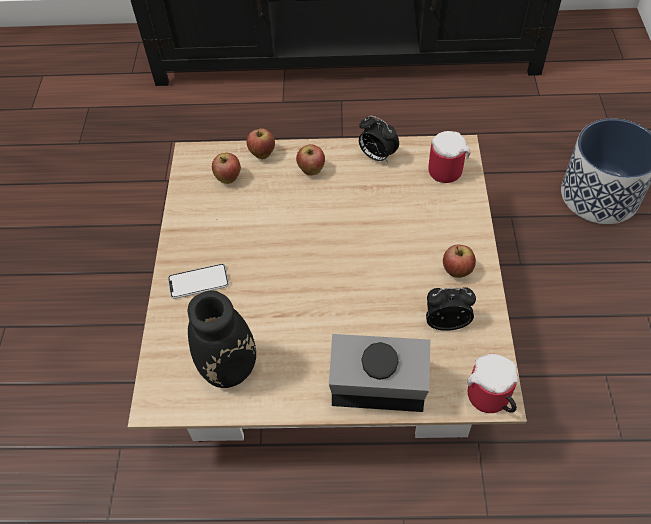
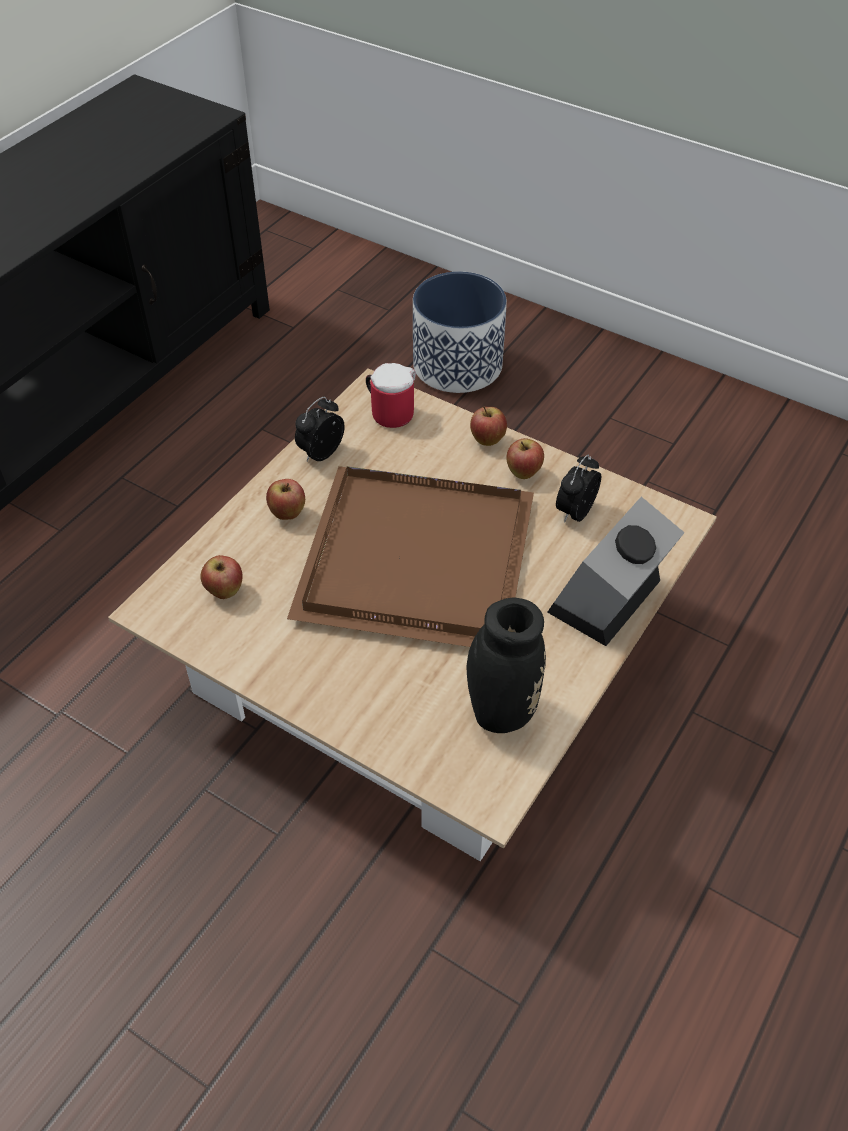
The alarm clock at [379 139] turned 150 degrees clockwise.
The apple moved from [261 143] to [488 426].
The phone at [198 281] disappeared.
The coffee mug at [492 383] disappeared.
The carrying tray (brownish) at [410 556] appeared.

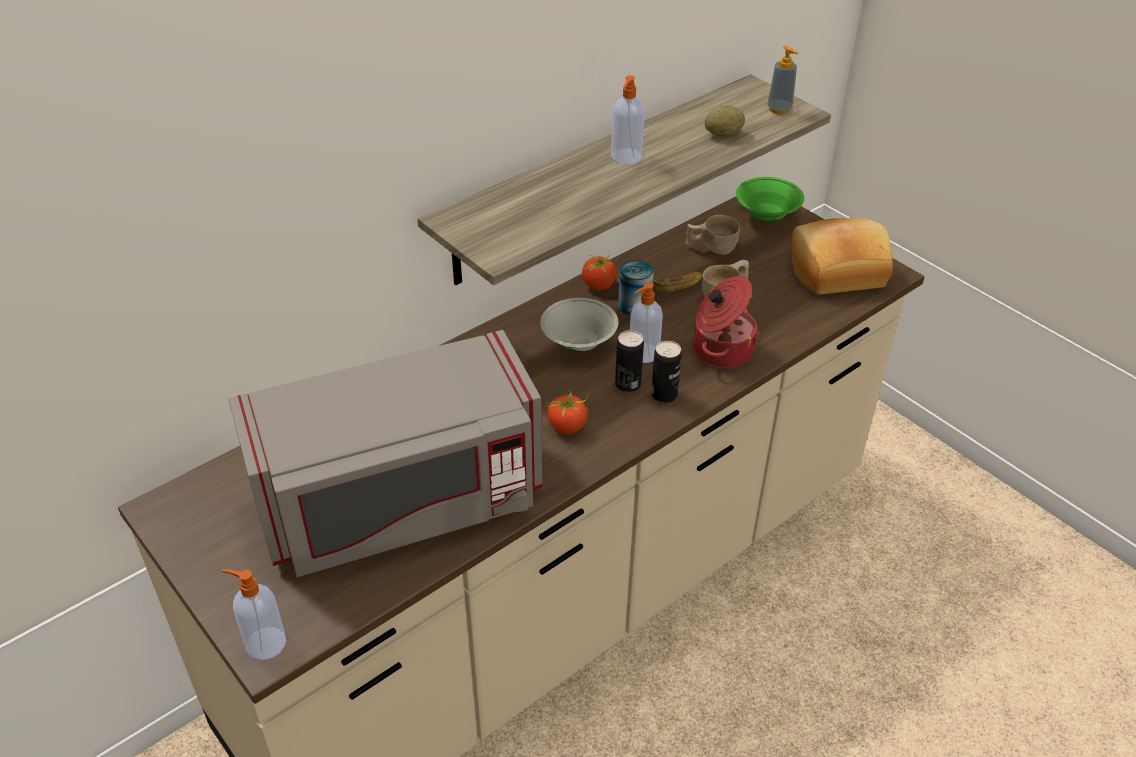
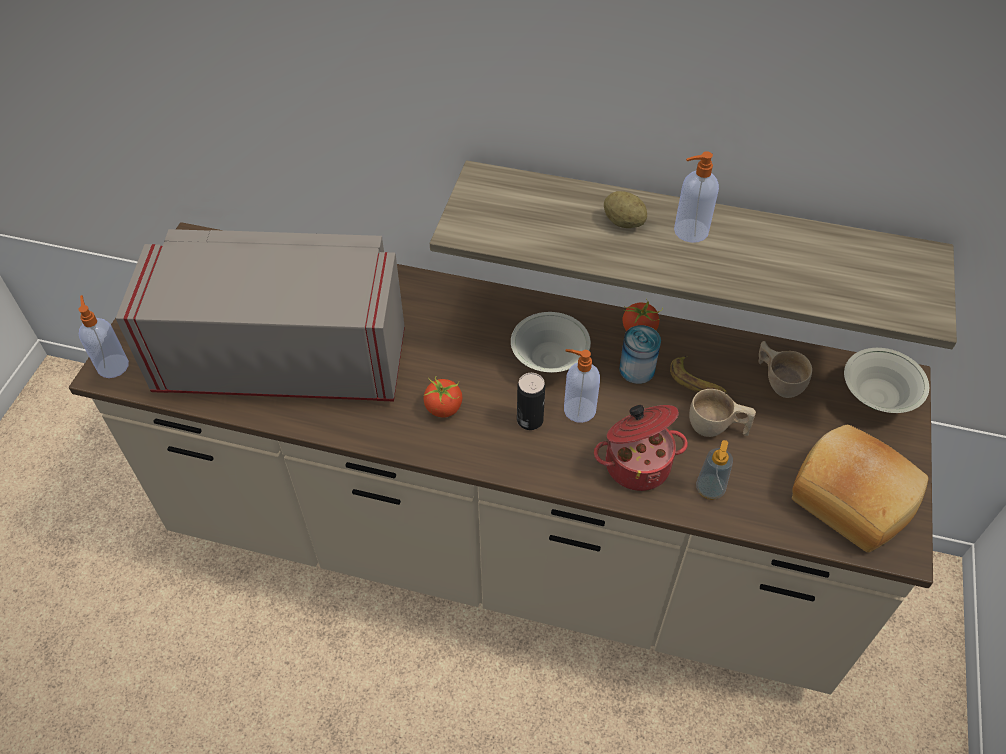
The liquid soap bottle moved from [783 79] to [714 470].
The potato moved from [725 121] to [625 209].
The deep dish (green-coloured) at [770 200] became the deep dish (whitish) at [886 380].
The microwave (gray) at [385 453] turned 150 degrees clockwise.
The metal can at [666 372] disappeared.

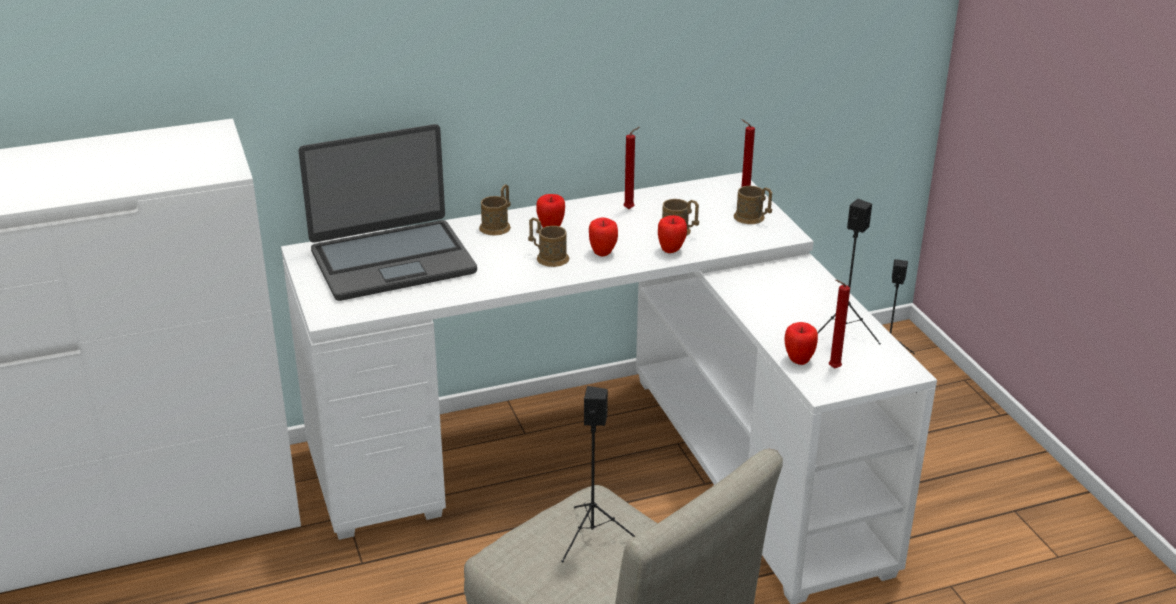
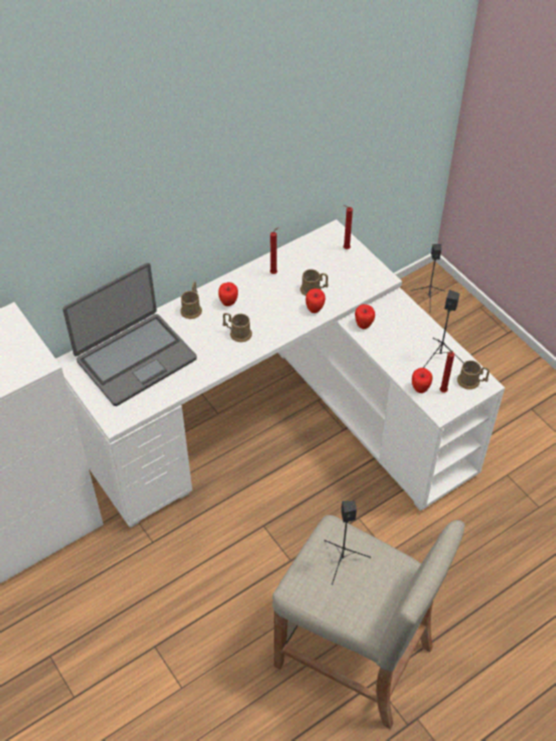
The coffee mug (brownish) moved from [753 205] to [473 375].
The apple moved from [603 236] to [365 316].

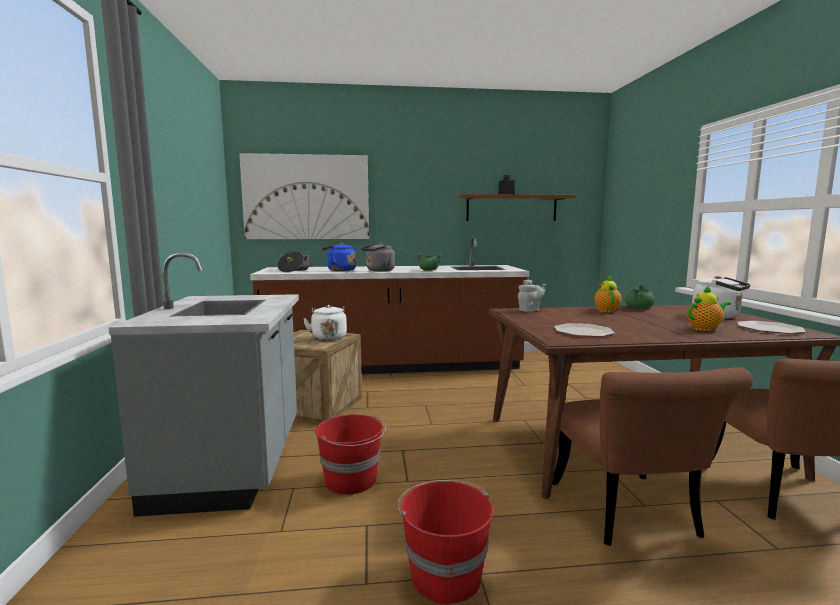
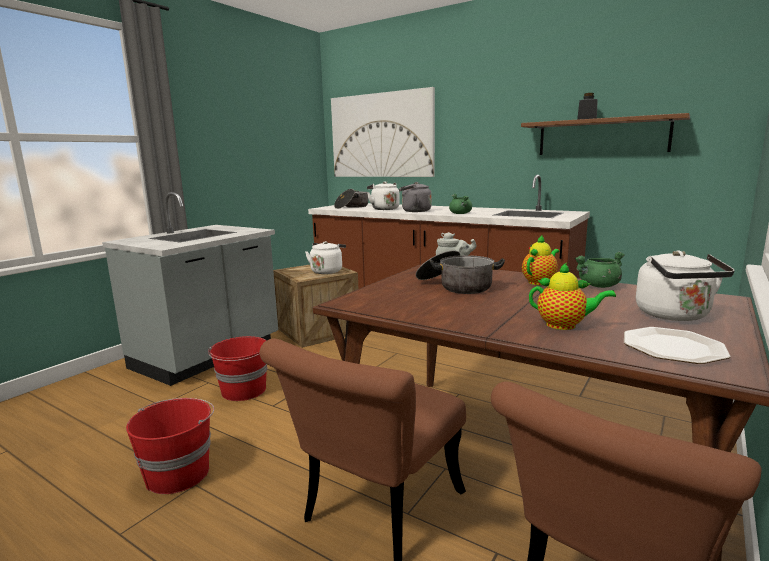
The kettle (blue) at [338 257] became the kettle (whitish) at [383 195].
The plate at [584 330] disappeared.
The saucepot at [460 272] appeared.

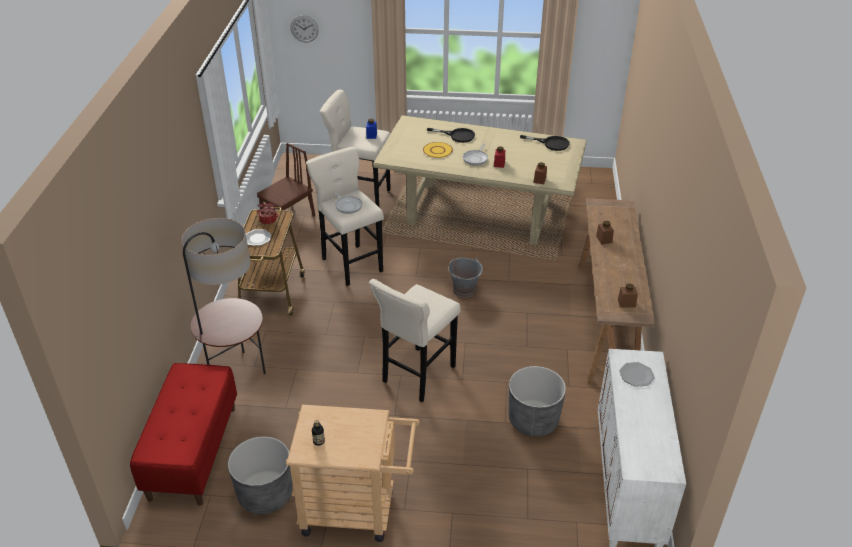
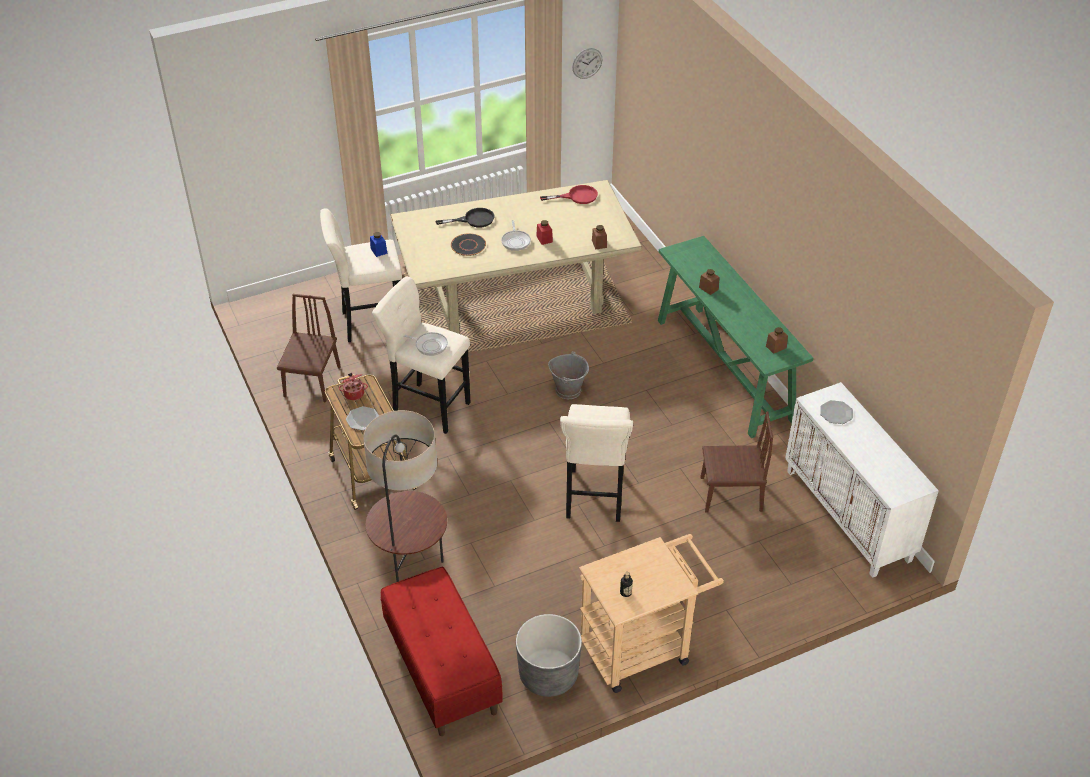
The hanging clock moved from [304 29] to [587 63].
The frying pan (black) at [545 143] became the frying pan (reddish) at [569 194].
The plate (yellow-coloured) at [438 150] became the plate (black) at [468 244].
The hall table (brownish) at [616 291] became the hall table (green-coloured) at [735 337].
The flower pot (gray) at [537 401] was replaced by the chair (brownish) at [736 461].

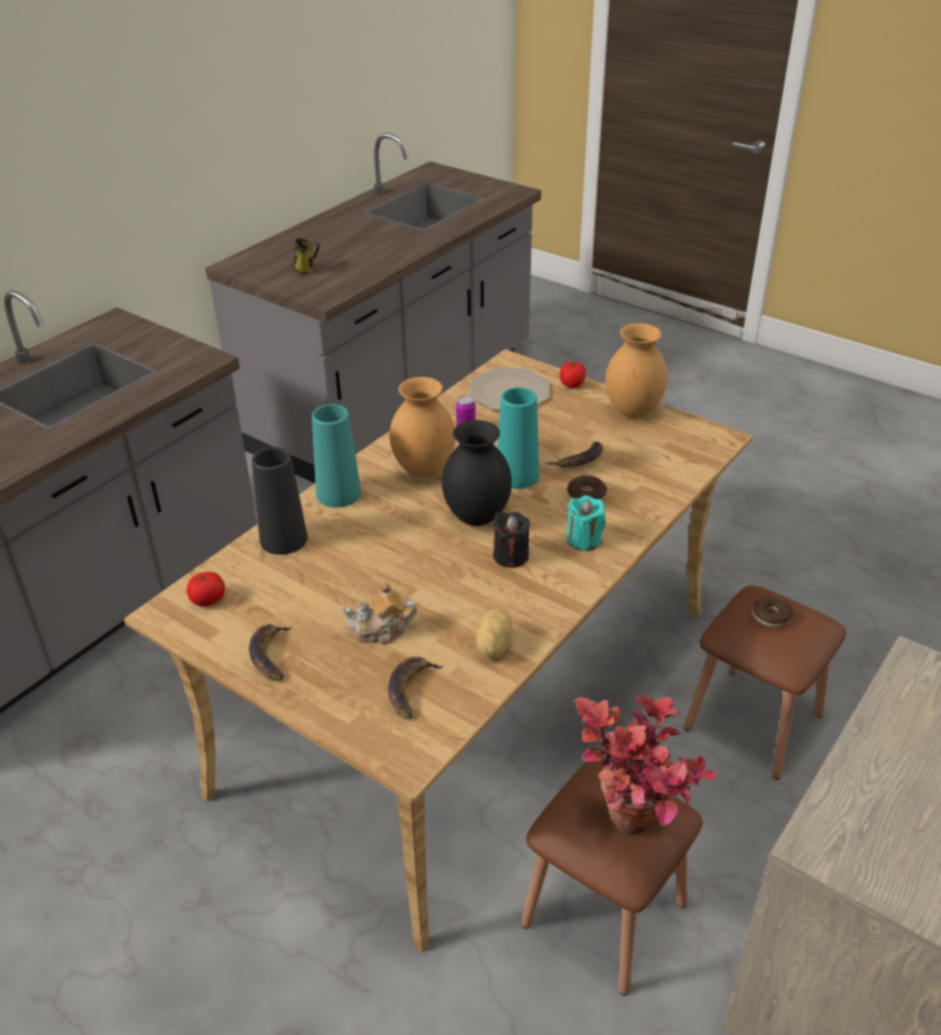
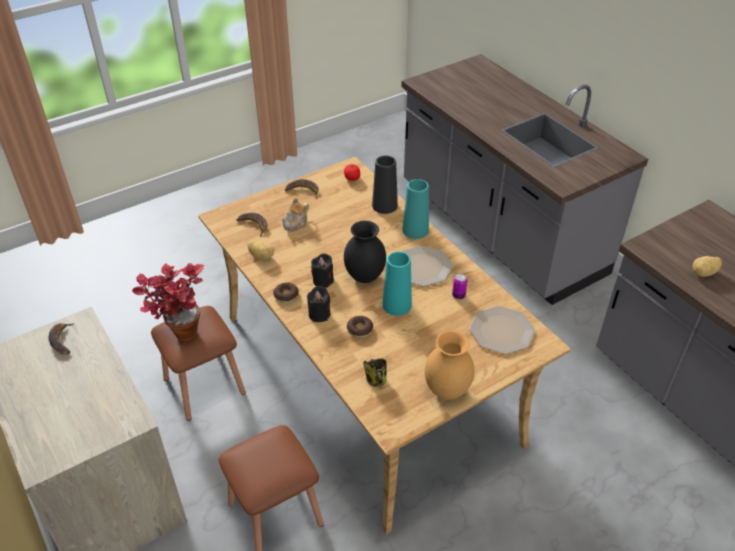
The coffee mug moved from [306 256] to [375 372].
The fresh tomato at [573 374] disappeared.
The vase (brownish) at [423 427] was replaced by the plate at [427 266].
The whole banana moved from [574 454] to [61 338].
The wax light (blue-green) at [586 523] became the wax light (black) at [319 304].
The tea pot at [379 613] turned 150 degrees counterclockwise.
The doughnut moved from [772 611] to [286 292].
The potato at [707 266] appeared.

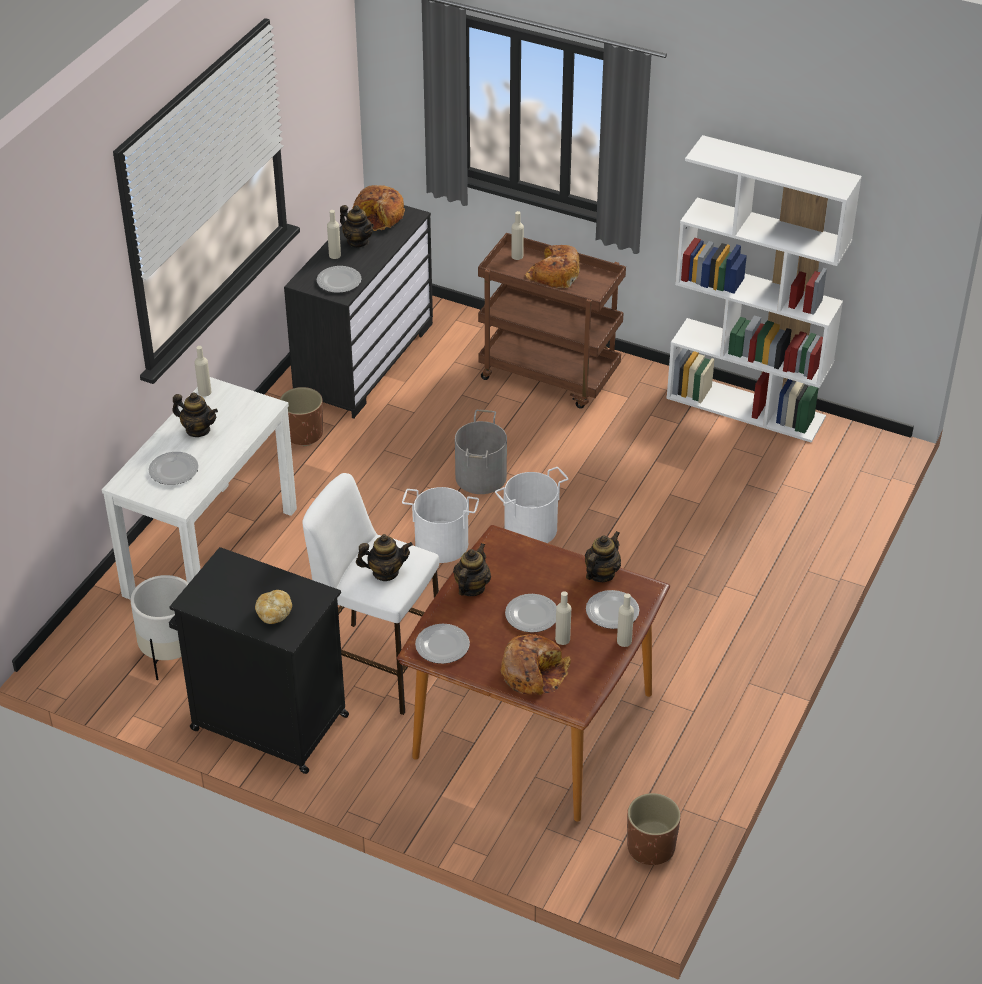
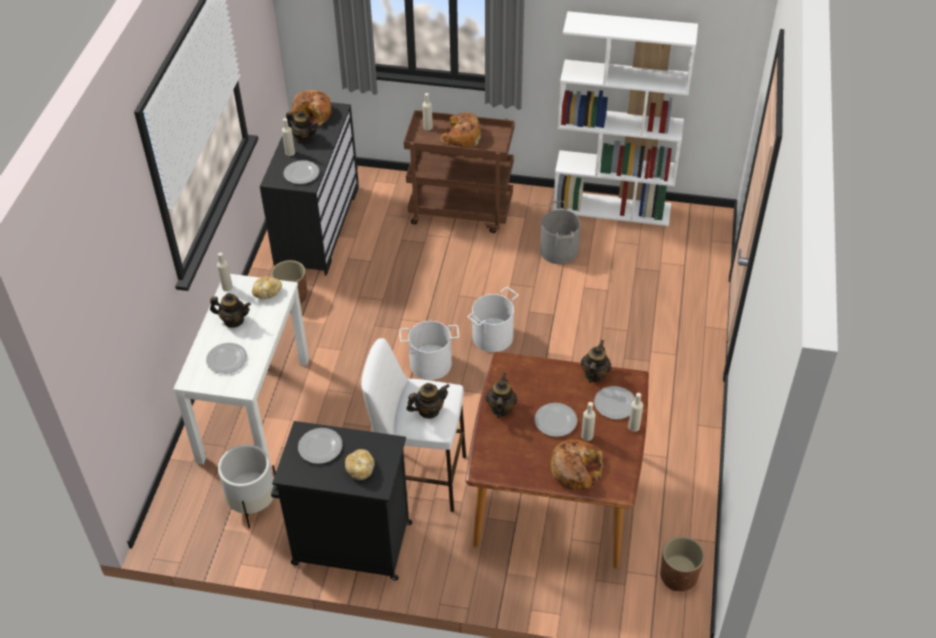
The bucket (gray) moved from [481 452] to [560 232].
The plate moved from [442 644] to [320 446].
The baked bread at [267 287] appeared.

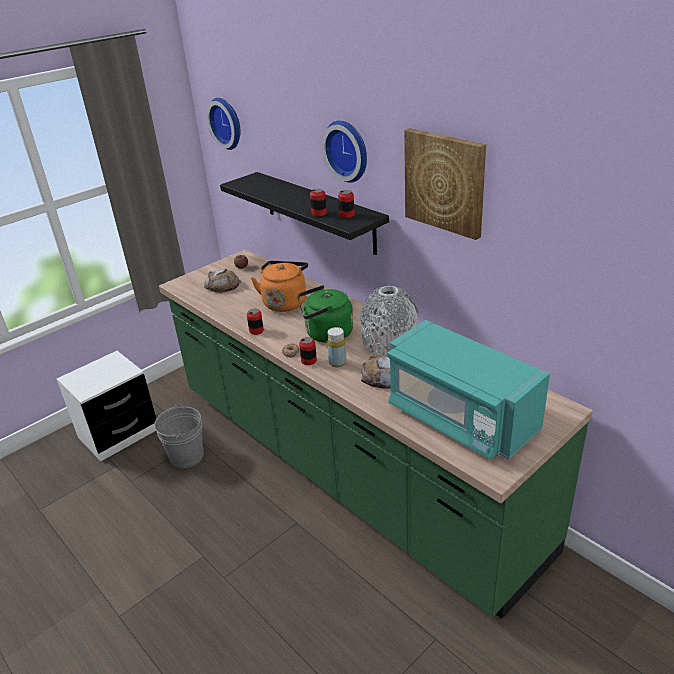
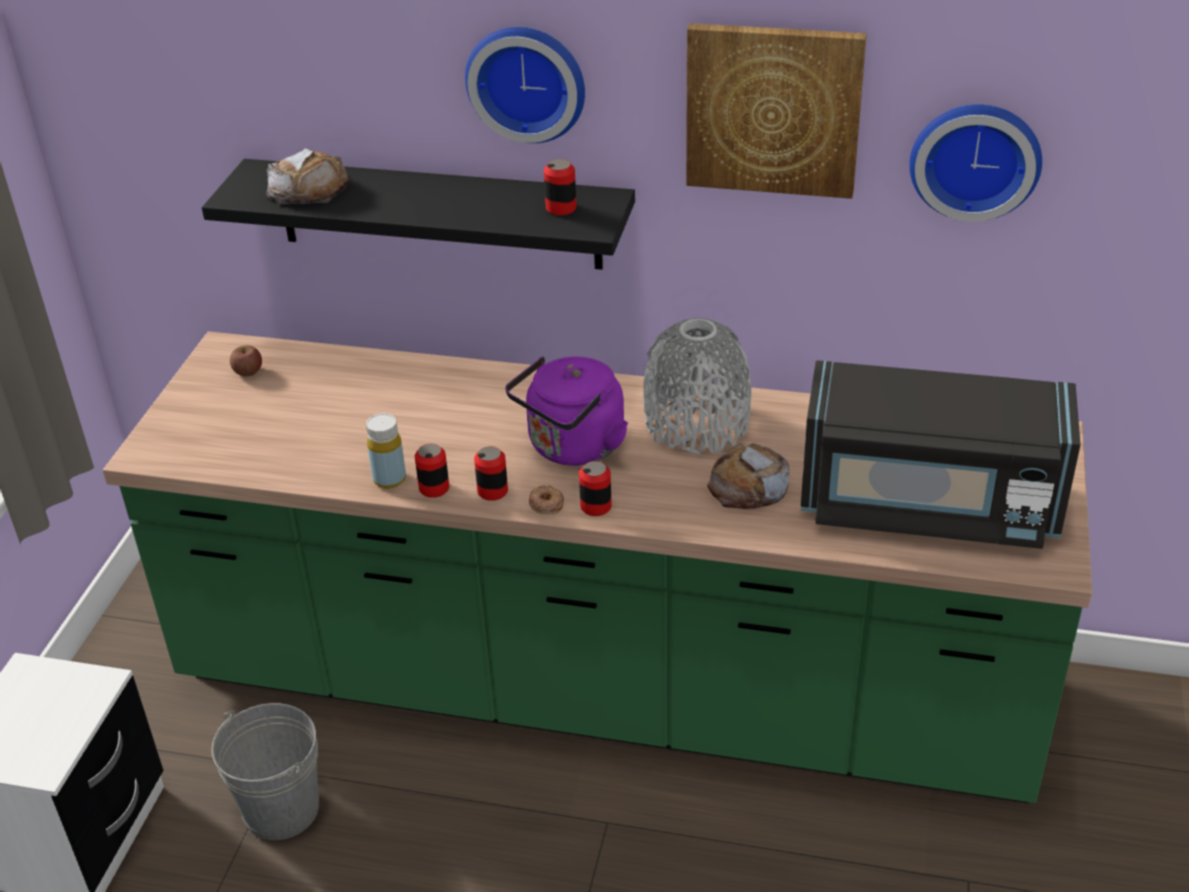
The hanging clock moved from [223 124] to [975 163].
The metal can moved from [318 203] to [491 473].
The kettle (orange-coloured) at [279 286] disappeared.
The baked bread moved from [222 281] to [307 176].
The kettle (green-coloured) at [325 314] became the kettle (purple) at [566 411].
The microwave (blue-green) at [468 390] became the microwave (black) at [941 454].
The beverage bottle (yellow-coloured) moved from [337 347] to [386 451].

